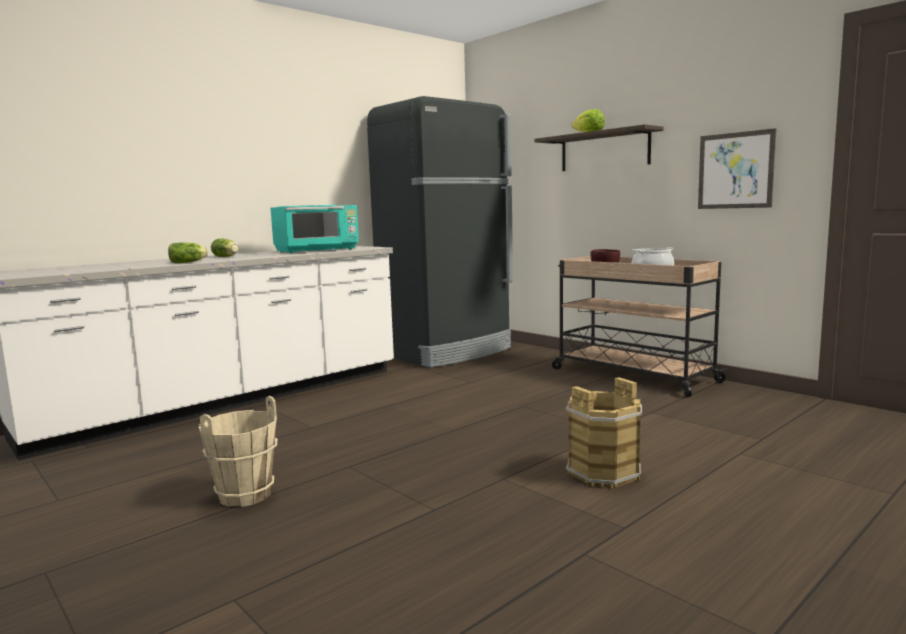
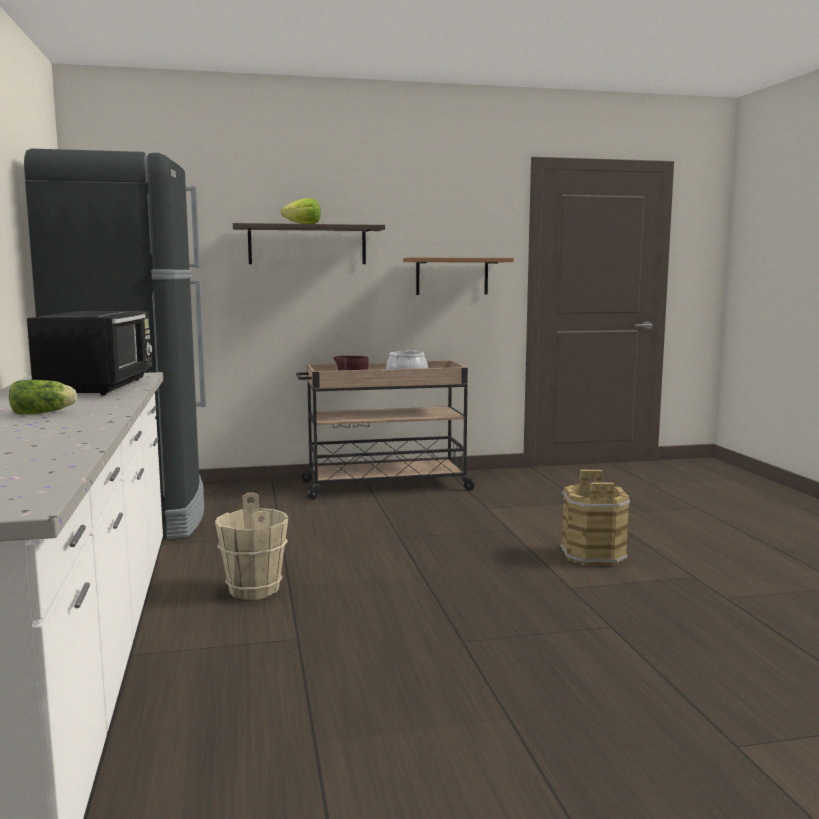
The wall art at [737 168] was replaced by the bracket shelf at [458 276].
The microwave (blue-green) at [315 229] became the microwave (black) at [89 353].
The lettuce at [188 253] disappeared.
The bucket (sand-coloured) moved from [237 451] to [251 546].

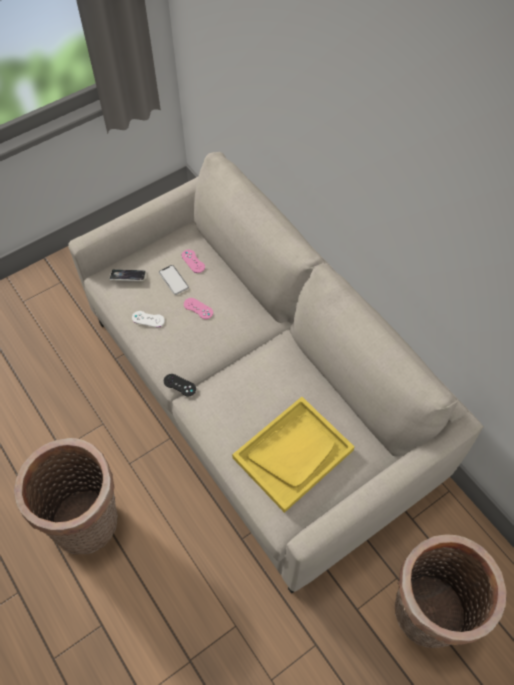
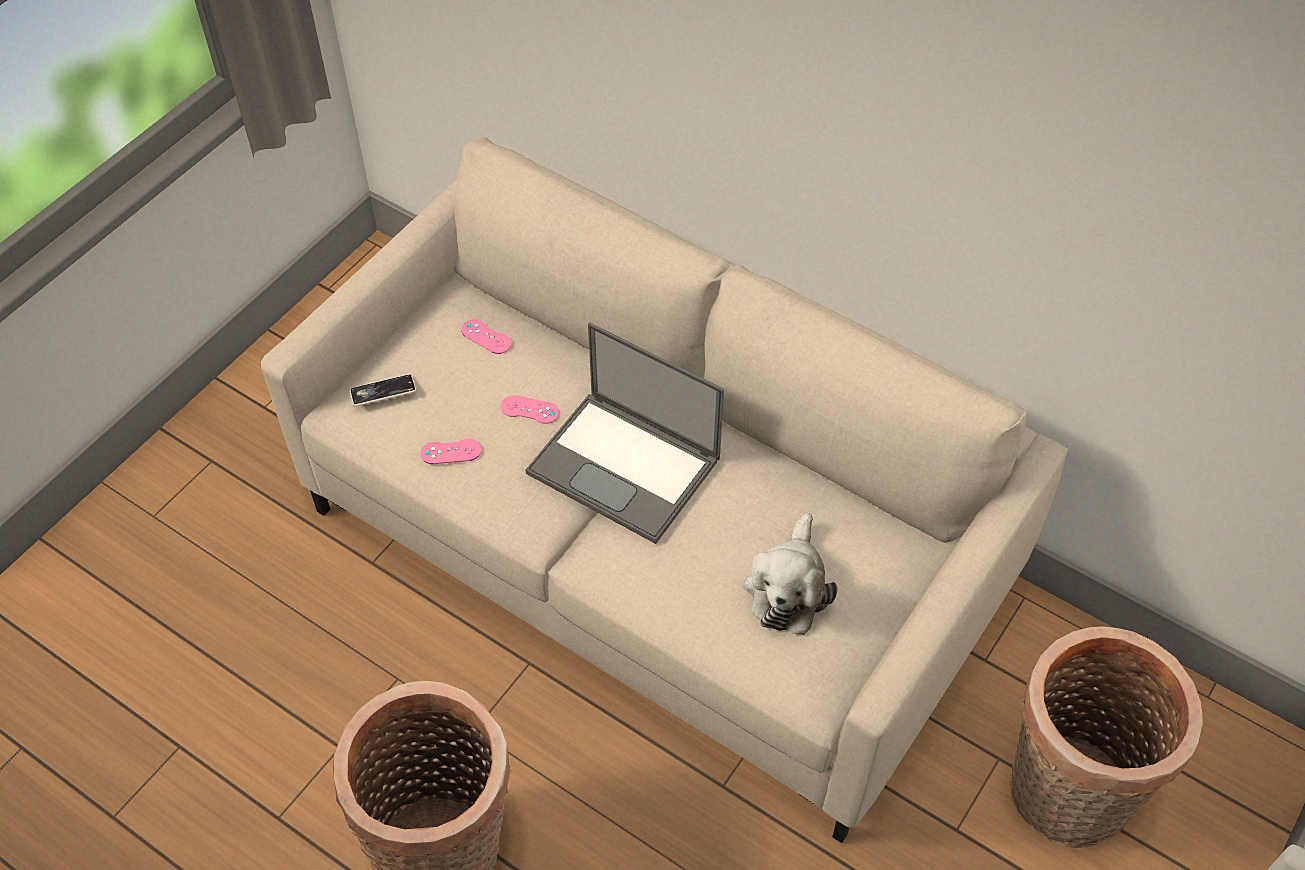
The phone at [174 280] disappeared.
The gamepad (whitish) at [148 319] became the gamepad (pink-coloured) at [451 451].
The gamepad (black) at [180 385] disappeared.
The carrying tray (yellow-coloured) at [293 455] was replaced by the cuddly toy at [791 574].
The portable computer at [625 433] appeared.

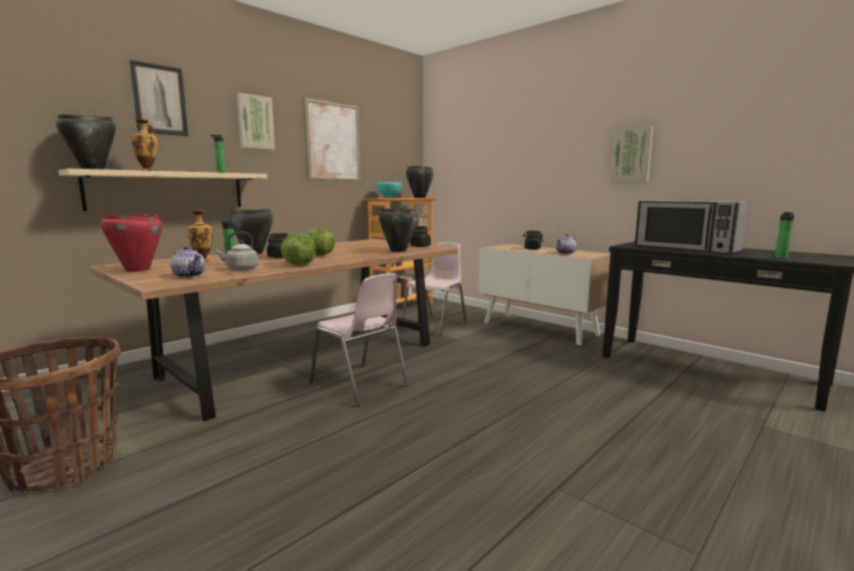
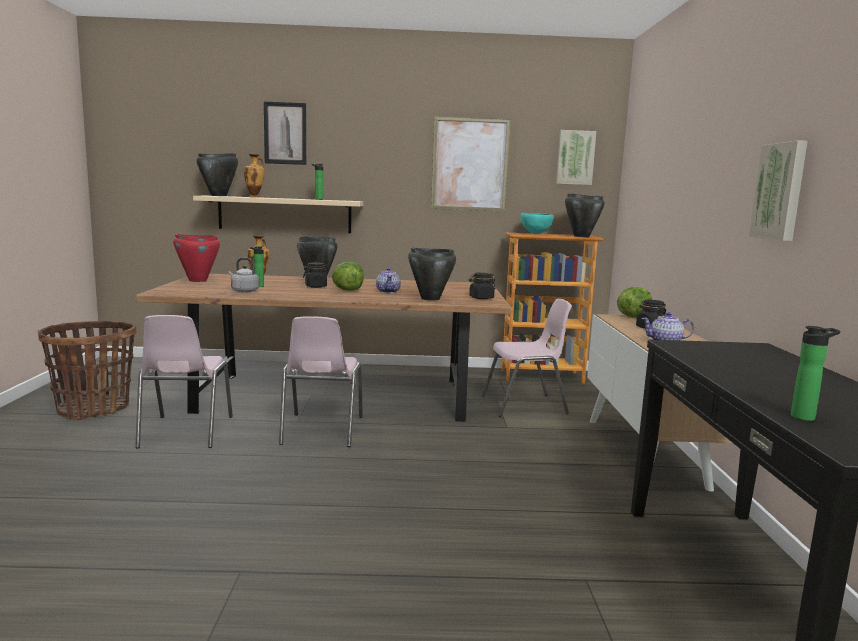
The wall art moved from [255 121] to [576 157].
The microwave at [692 227] disappeared.
The lettuce moved from [298 249] to [634 302].
The tea pot moved from [187 262] to [388 280].
The chair (pink-coloured) at [184 381] appeared.

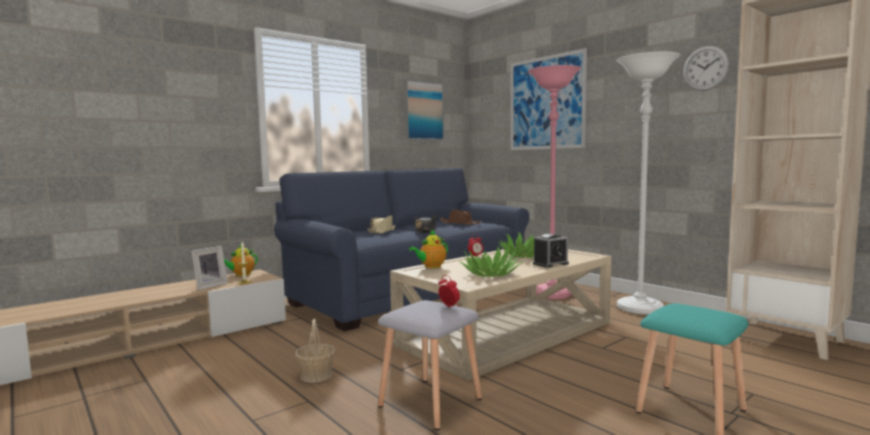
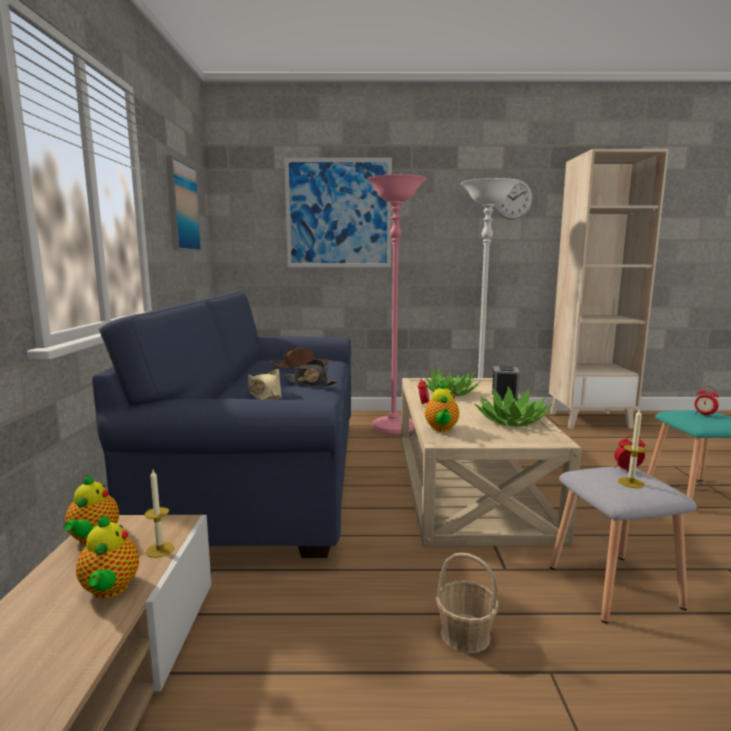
The standing frame at [209 268] was replaced by the tea pot at [107 557].
The alarm clock at [707 401] appeared.
The wax light at [632 448] appeared.

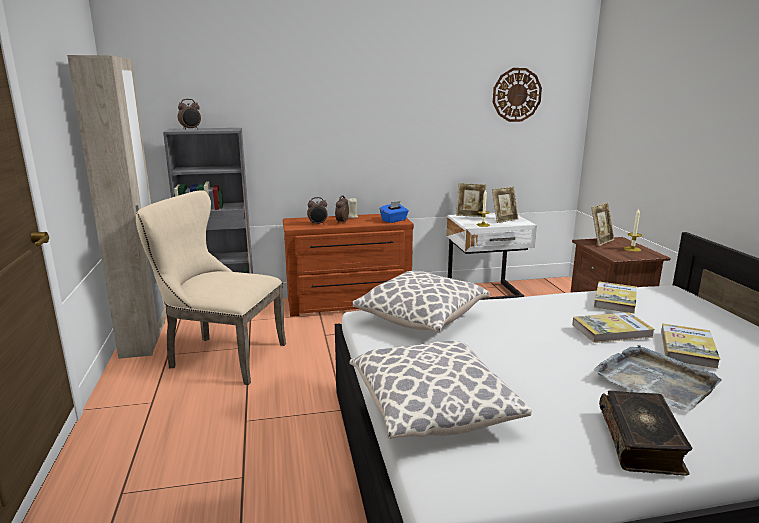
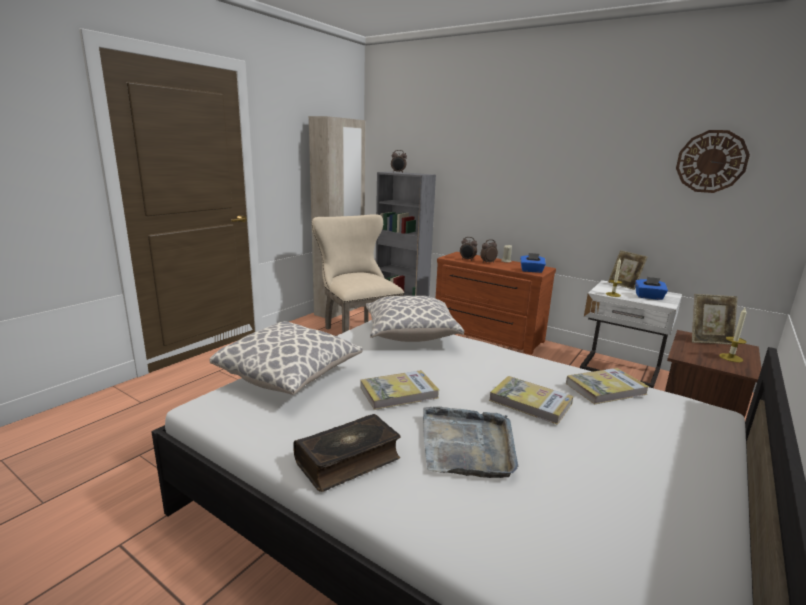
The standing frame at [505 205] was replaced by the tissue holder (blue) at [651 288].
The book moved from [690 346] to [400 390].

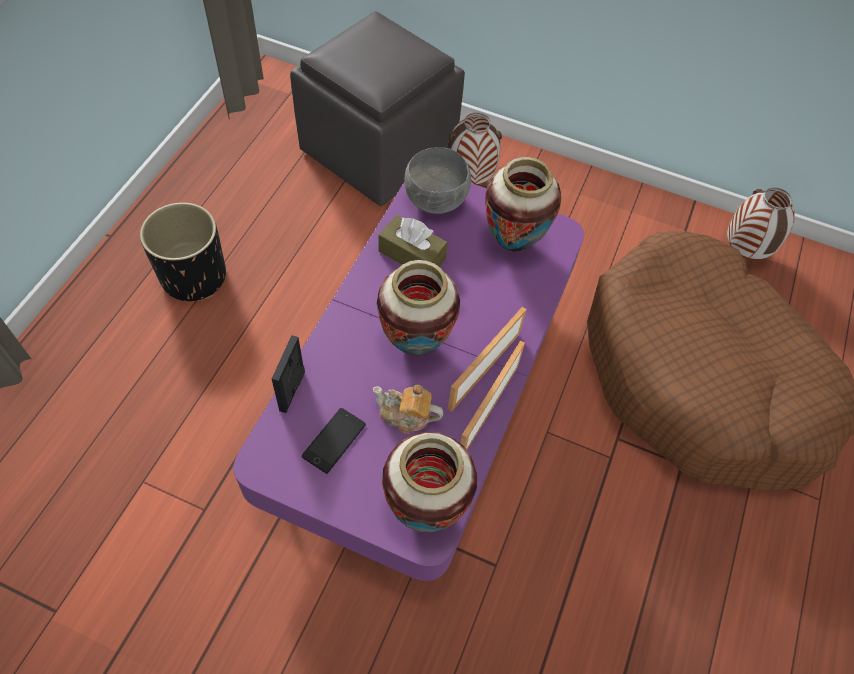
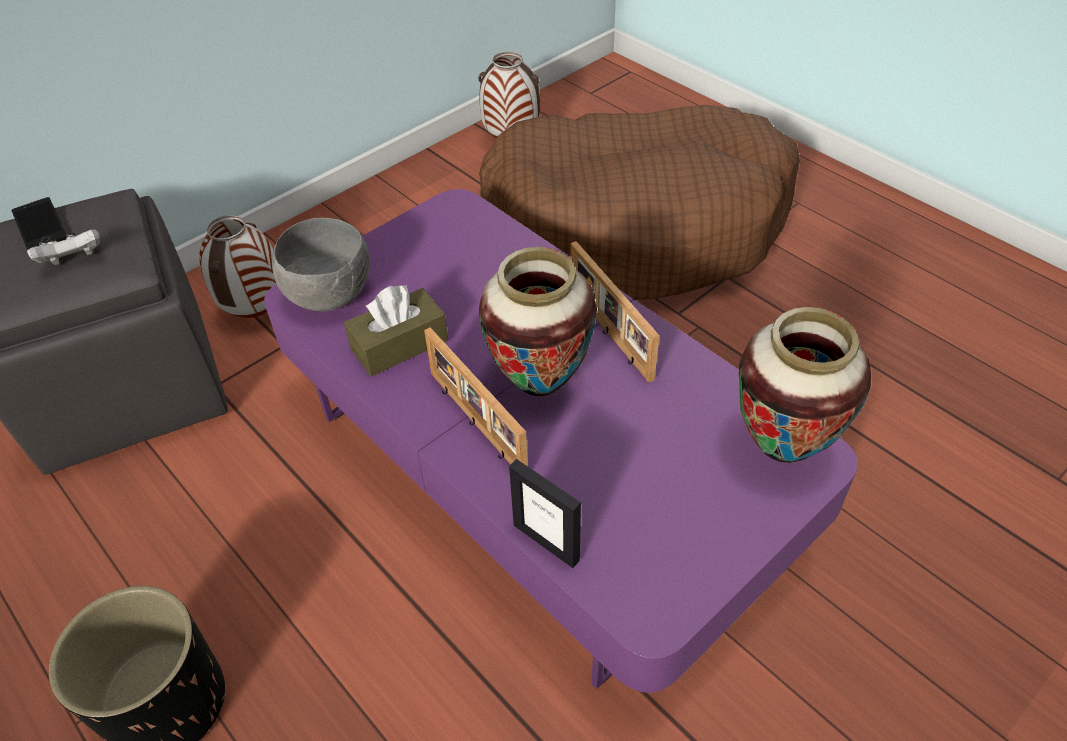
The vase at [523 204] disappeared.
The standing frame moved from [492 395] to [476 396].
The tea pot at [408 409] disappeared.
The phone moved from [334 441] to [39 223].
The gamepad (whitish) at [63 247] appeared.

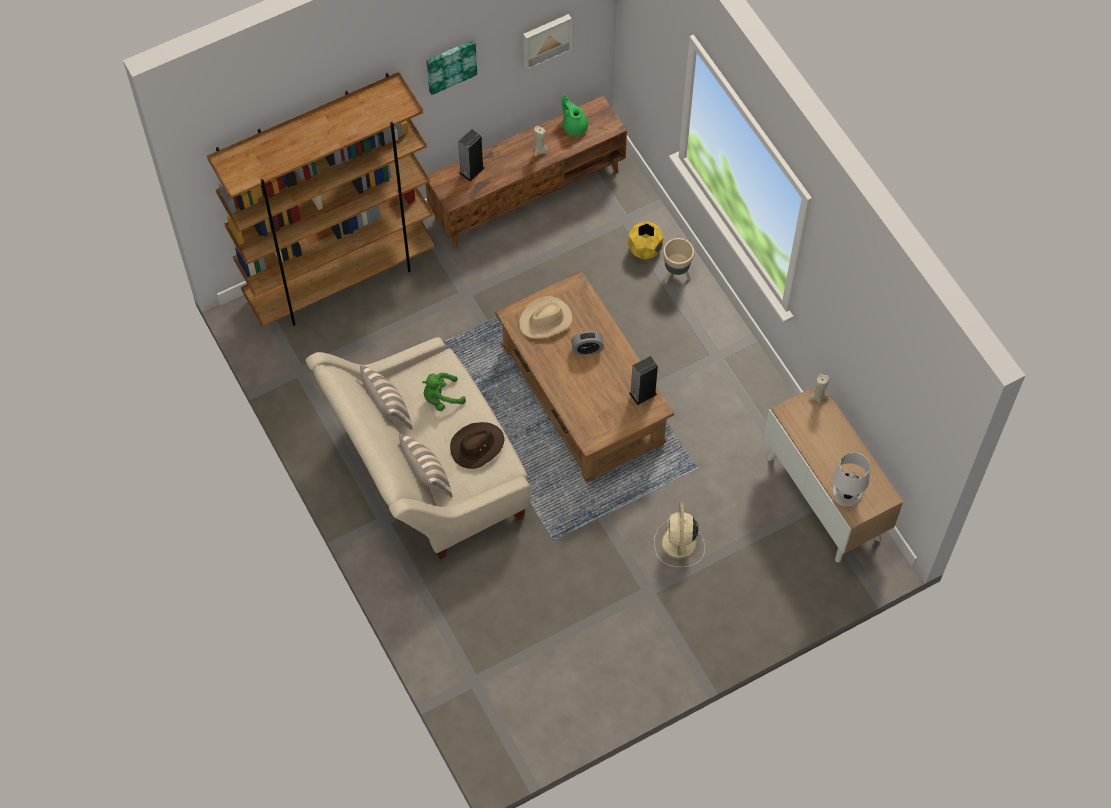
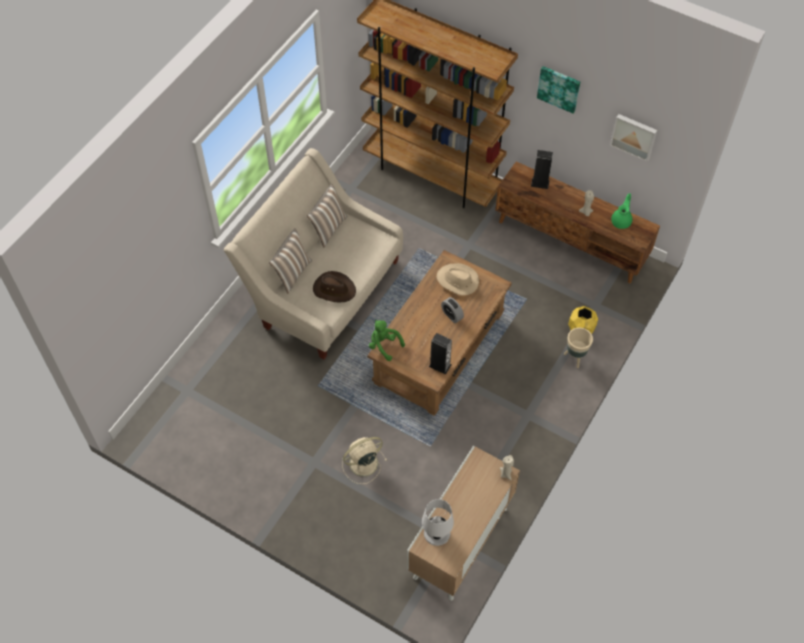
The cuddly toy (green-coloured) moved from [444 392] to [387 340].

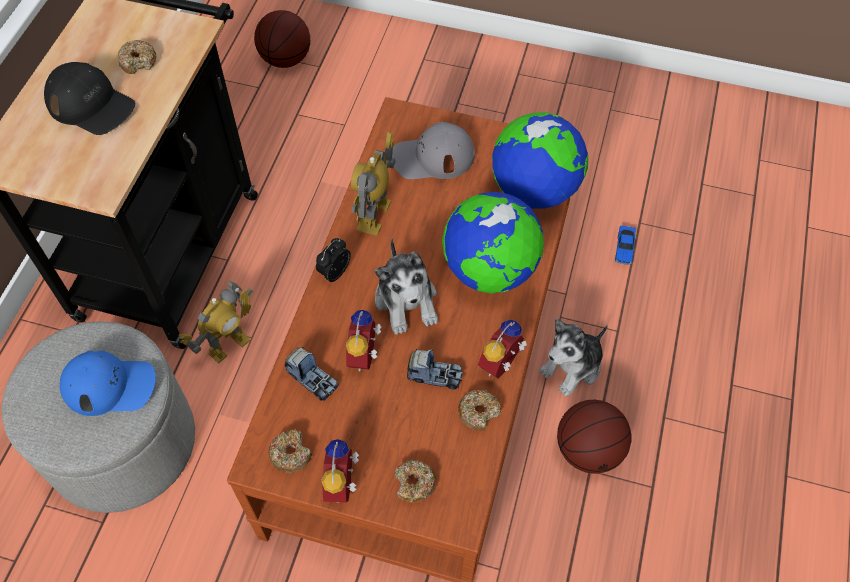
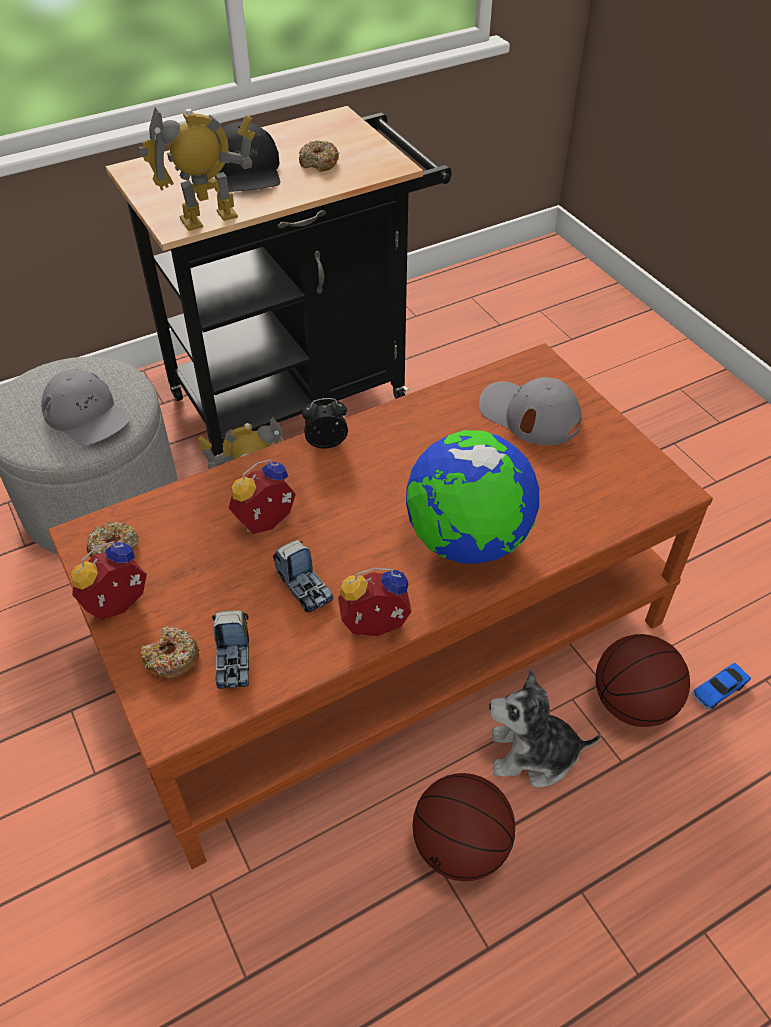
The basketball moved from [282 39] to [642 680].
The globe at [540 160] disappeared.
The robot figure moved from [373 184] to [196 169].
The cuddly toy at [406 286] disappeared.
The toy truck moved from [311 374] to [230 649].
The peaked cap (blue) at [108 383] became the peaked cap (gray) at [85 407].
The doughnut at [479 410] disappeared.

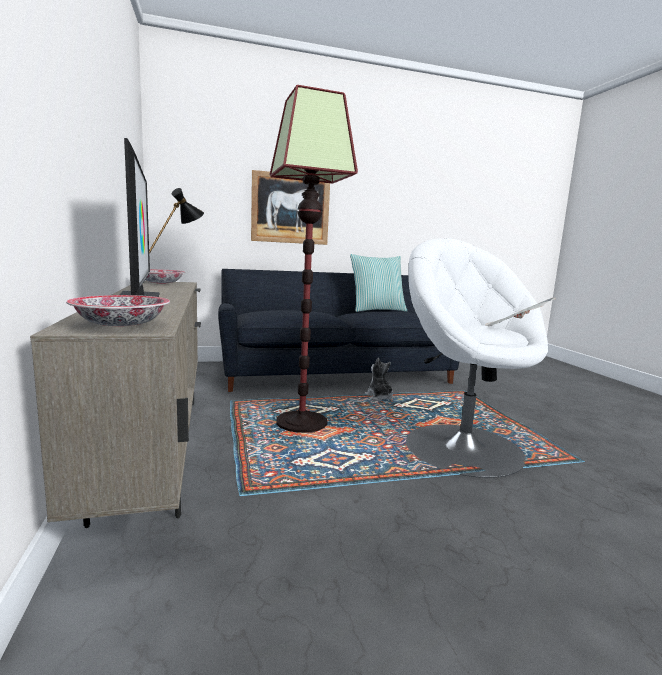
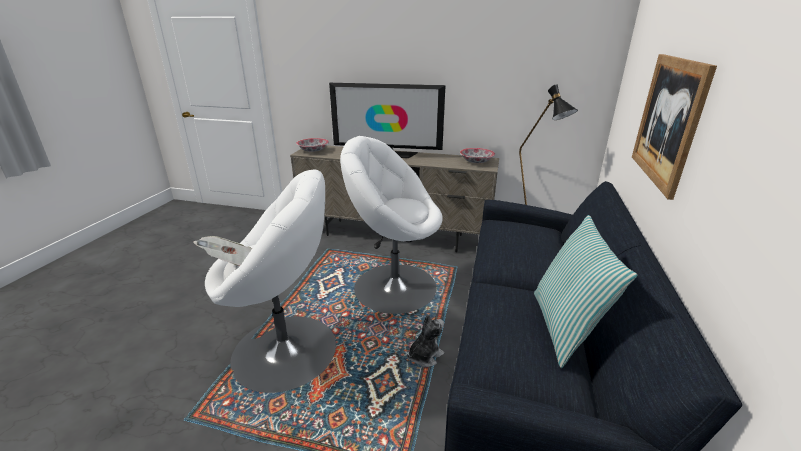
The floor lamp at [314 259] was replaced by the lounge chair (whitish) at [391 225].
The cuddly toy at [379 379] turned 45 degrees counterclockwise.

